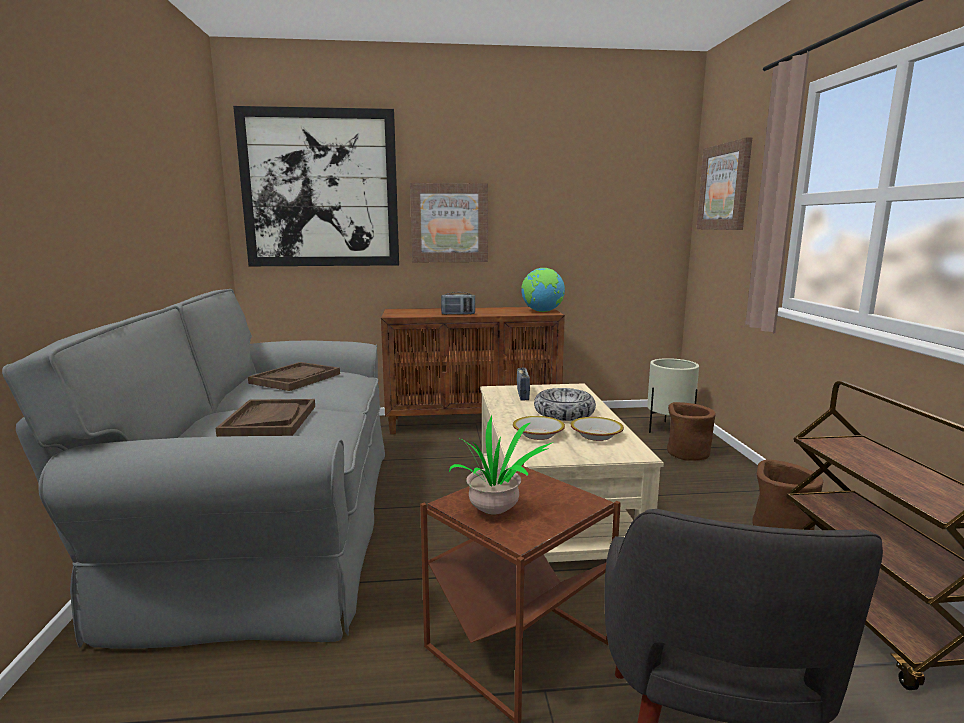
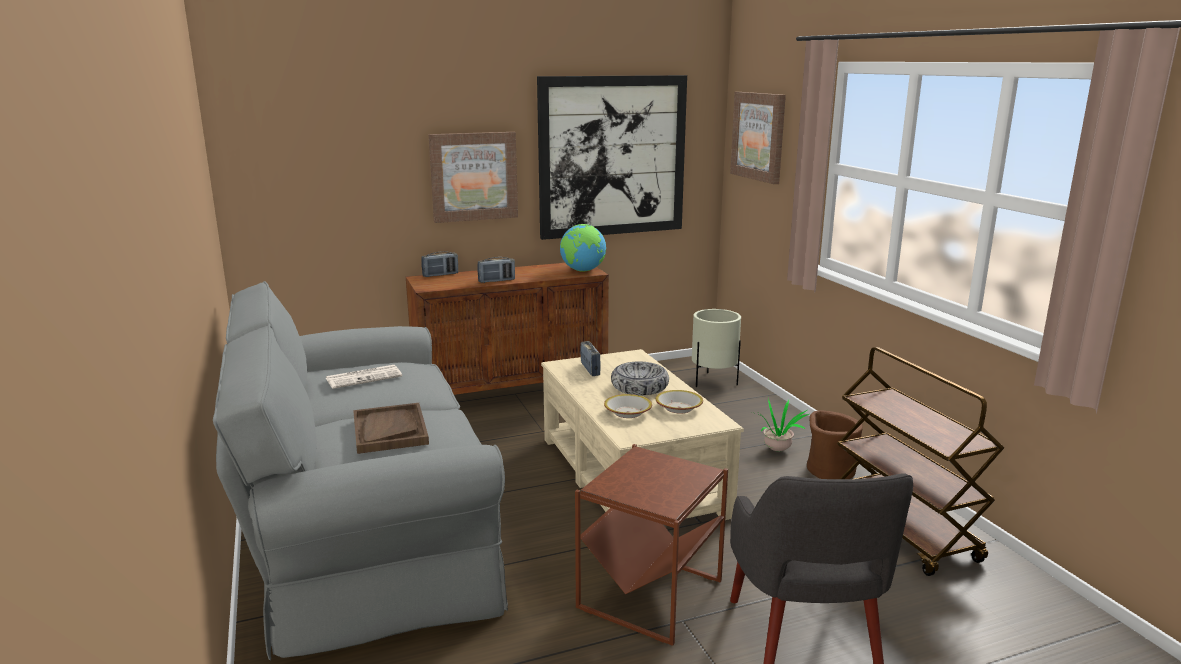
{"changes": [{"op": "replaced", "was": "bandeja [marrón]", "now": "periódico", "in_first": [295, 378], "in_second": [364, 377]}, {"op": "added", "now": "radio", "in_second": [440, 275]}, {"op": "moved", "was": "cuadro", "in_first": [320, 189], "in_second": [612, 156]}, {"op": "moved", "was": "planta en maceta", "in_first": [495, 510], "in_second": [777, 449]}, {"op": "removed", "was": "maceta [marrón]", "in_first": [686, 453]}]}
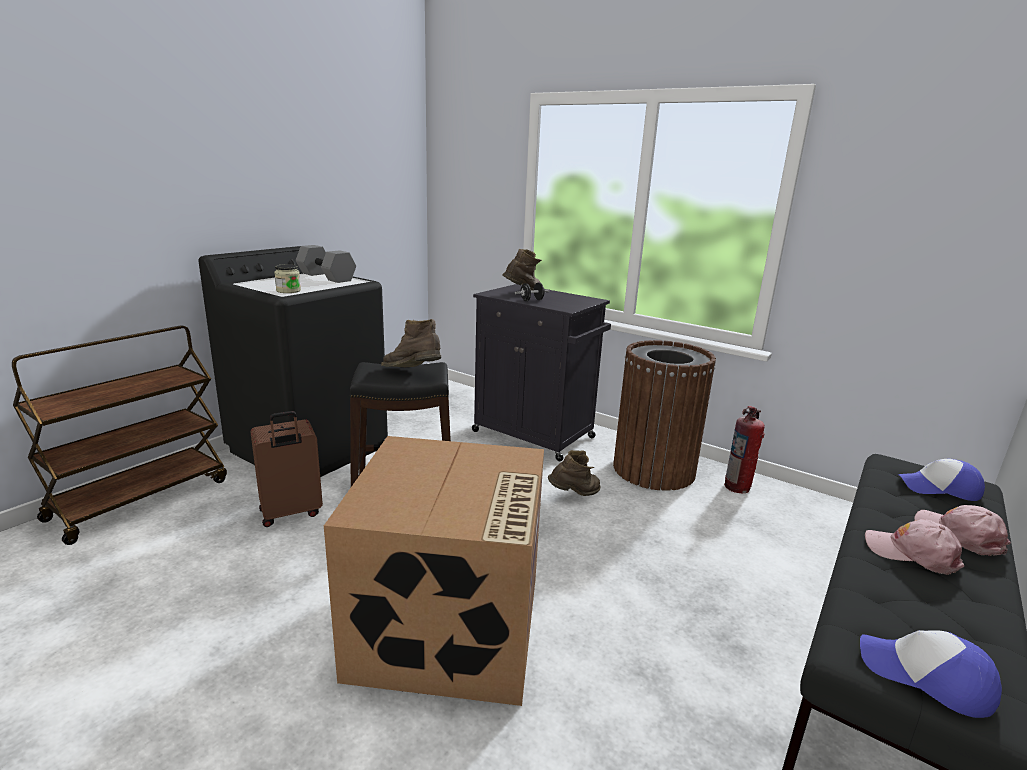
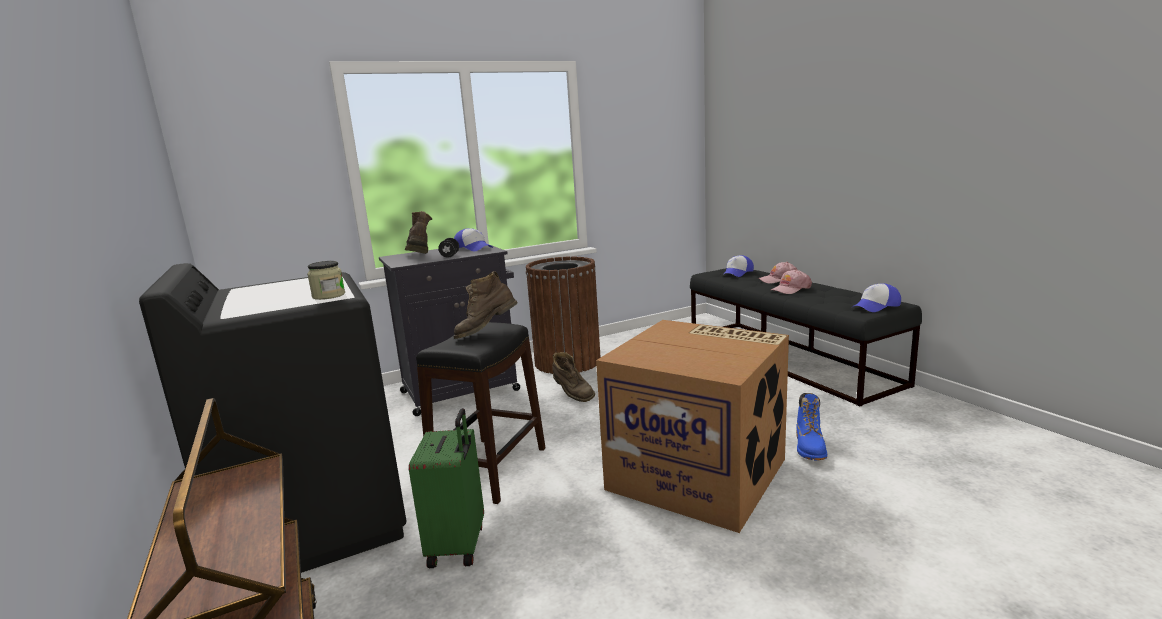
{"changes": [{"op": "recoloured", "was": "maleta [marrón]", "now": "maleta [verde]", "in_first": [291, 513], "in_second": [459, 545]}, {"op": "added", "now": "gorra", "in_second": [473, 248]}, {"op": "turned", "was": "bota [marrón]", "in_first": [575, 494], "in_second": [572, 395], "clockwise": 135}, {"op": "added", "now": "bota [azul]", "in_second": [810, 447]}, {"op": "removed", "was": "mancuerna [gris]", "in_first": [325, 277]}, {"op": "removed", "was": "extintor", "in_first": [738, 487]}]}
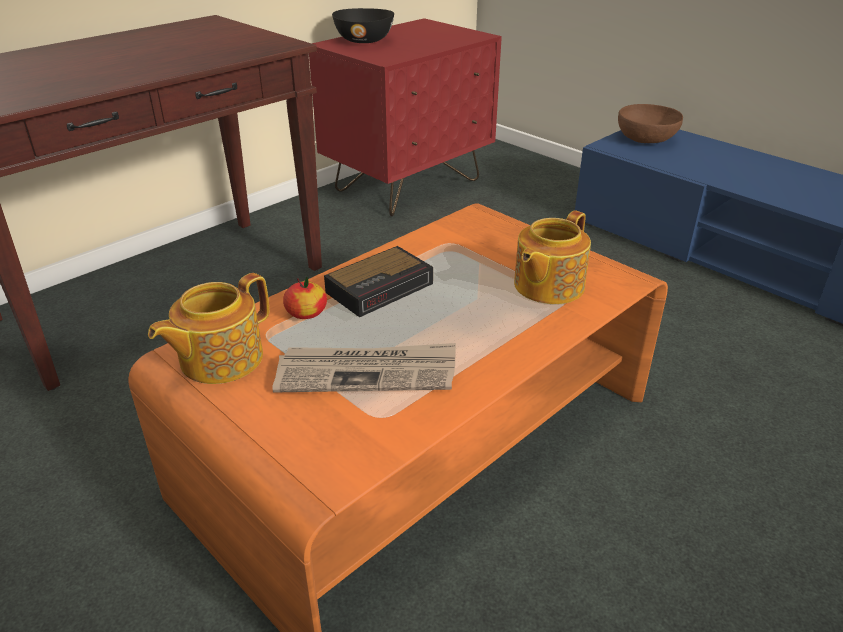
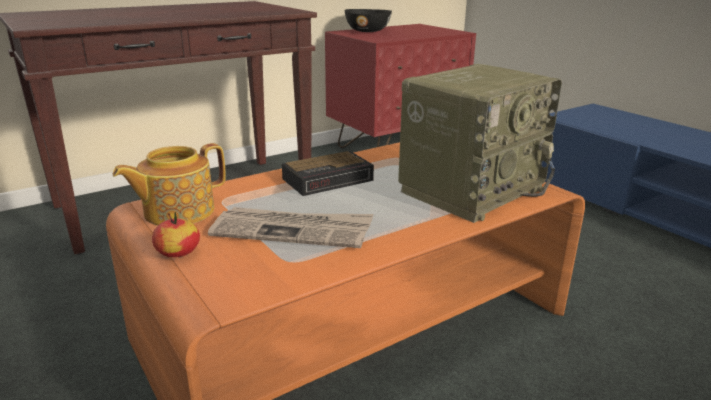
{"changes": [{"op": "moved", "was": "manzana", "in_first": [306, 313], "in_second": [178, 252]}, {"op": "replaced", "was": "tetera", "now": "radio", "in_first": [547, 286], "in_second": [471, 189]}, {"op": "removed", "was": "cuenco [marrón]", "in_first": [646, 139]}]}
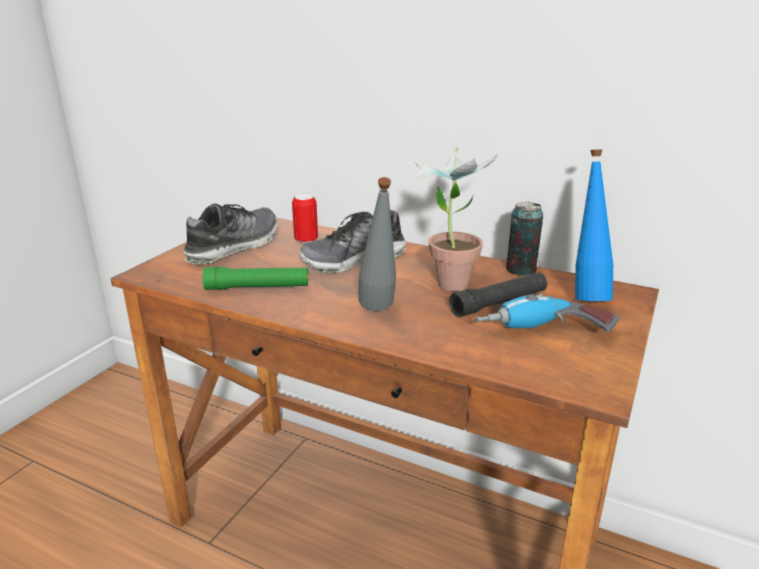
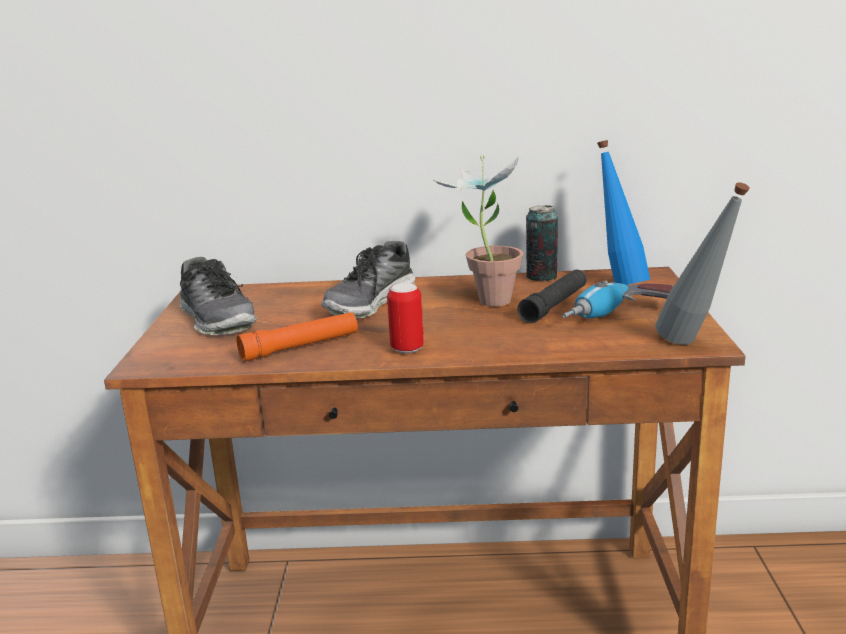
{"changes": [{"op": "turned", "was": "zapato", "in_first": [234, 247], "in_second": [218, 319], "clockwise": 135}, {"op": "recoloured", "was": "linterna [verde]", "now": "linterna [naranja]", "in_first": [258, 287], "in_second": [300, 347]}, {"op": "moved", "was": "lata", "in_first": [306, 240], "in_second": [407, 349]}, {"op": "moved", "was": "botella [gris]", "in_first": [379, 313], "in_second": [694, 345]}]}
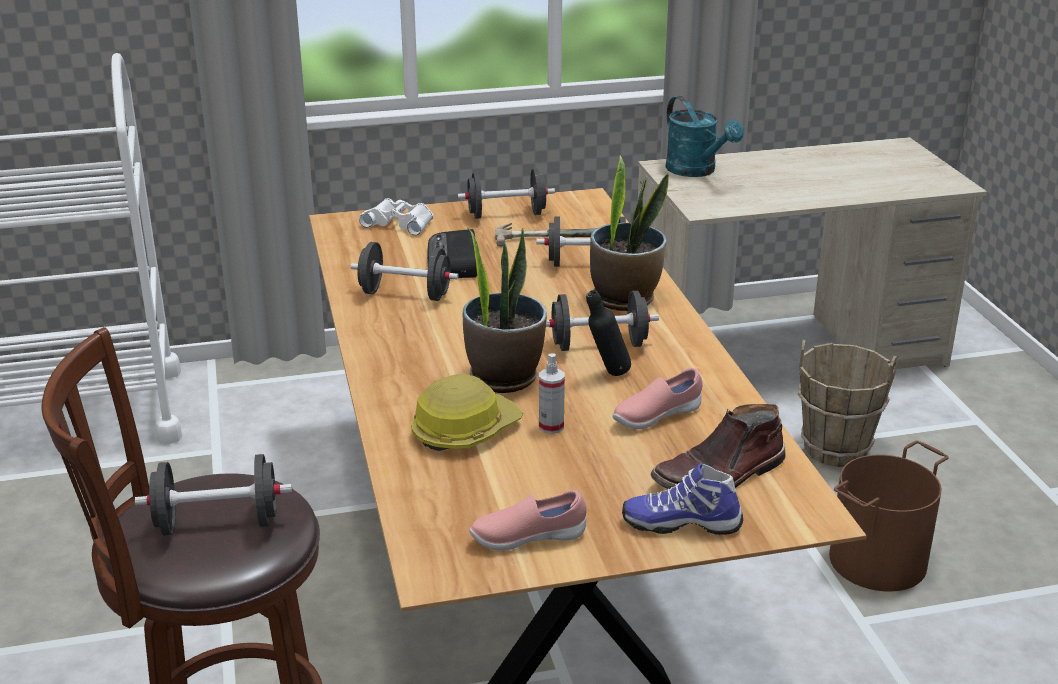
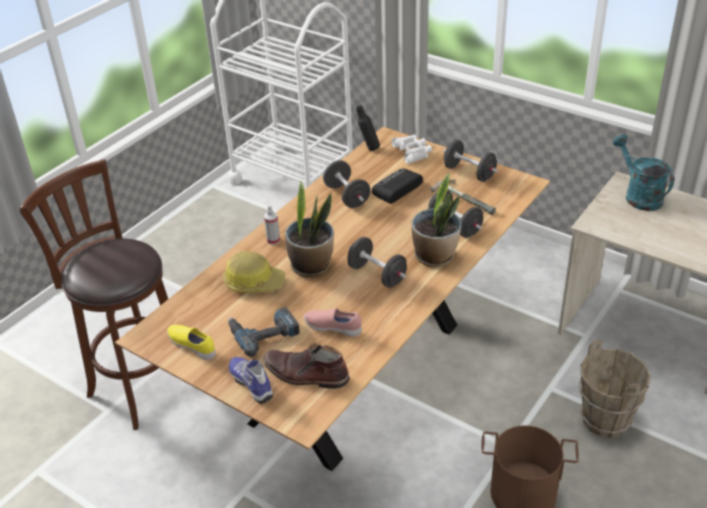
{"changes": [{"op": "recoloured", "was": "zapato [rosa]", "now": "zapato [amarillo]", "in_first": [527, 538], "in_second": [193, 346]}, {"op": "added", "now": "taladro", "in_second": [263, 332]}, {"op": "moved", "was": "pulverizador", "in_first": [551, 426], "in_second": [273, 240]}, {"op": "moved", "was": "botella [negro]", "in_first": [607, 375], "in_second": [368, 148]}, {"op": "turned", "was": "regadera [turquesa]", "in_first": [697, 171], "in_second": [638, 195], "clockwise": 135}, {"op": "removed", "was": "mancuerna [negro]", "in_first": [218, 523]}]}
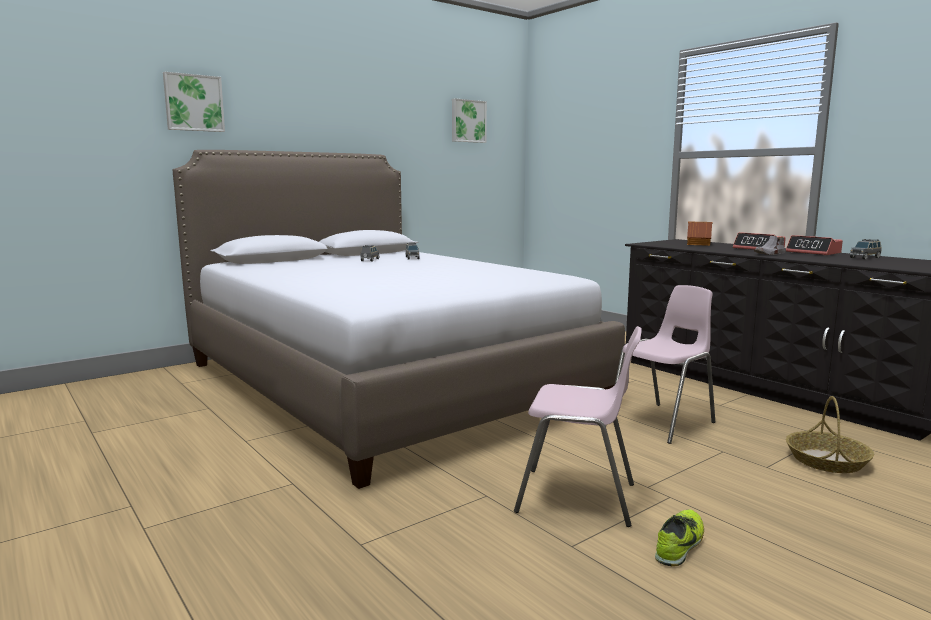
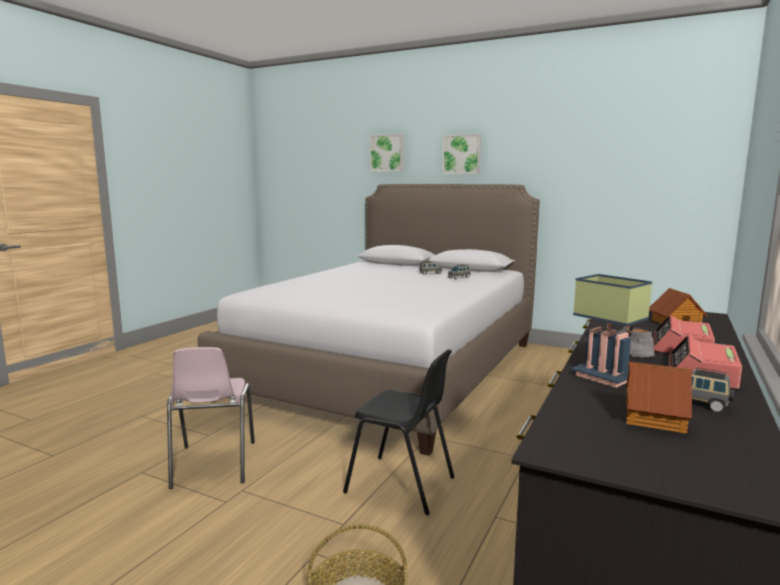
{"changes": [{"op": "recoloured", "was": "silla [rosa]", "now": "silla [negro]", "in_first": [663, 422], "in_second": [401, 485]}, {"op": "moved", "was": "cuadro", "in_first": [467, 121], "in_second": [462, 154]}, {"op": "added", "now": "lámpara de mesa", "in_second": [601, 377]}, {"op": "added", "now": "casita", "in_second": [653, 417]}, {"op": "removed", "was": "zapato", "in_first": [680, 544]}]}
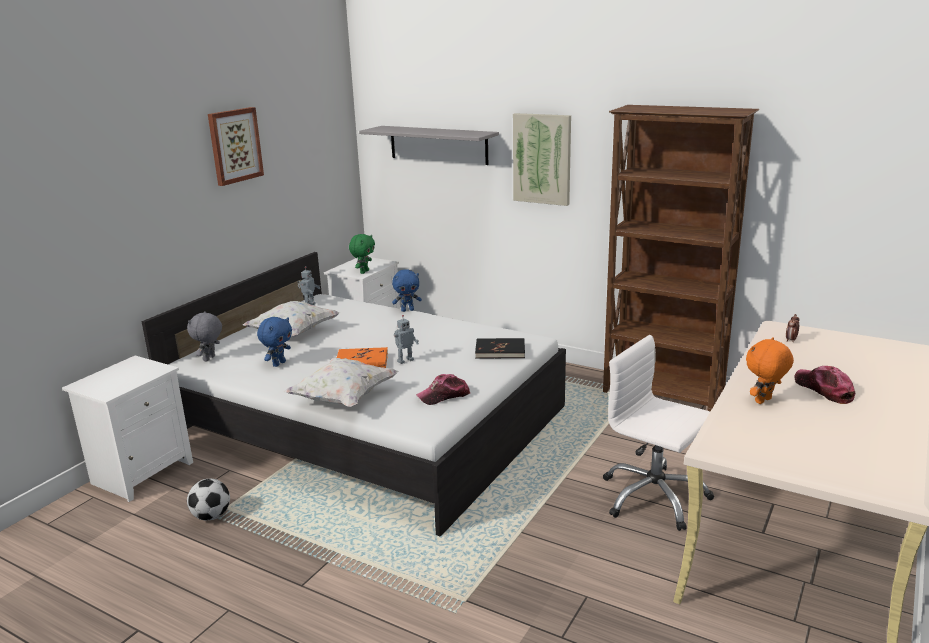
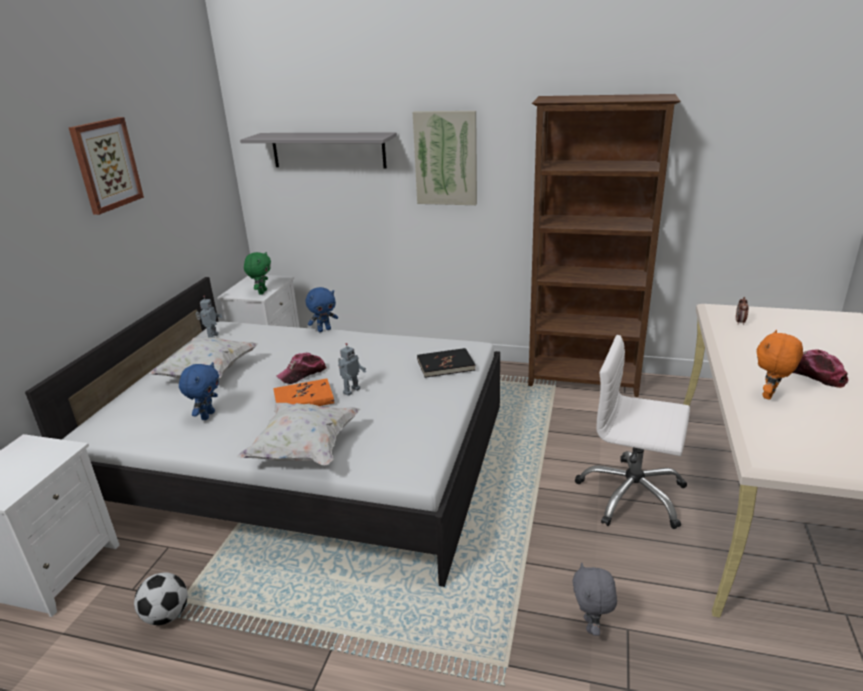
{"changes": [{"op": "moved", "was": "gorra", "in_first": [444, 396], "in_second": [302, 373]}, {"op": "moved", "was": "peluche [gris]", "in_first": [210, 359], "in_second": [591, 625]}]}
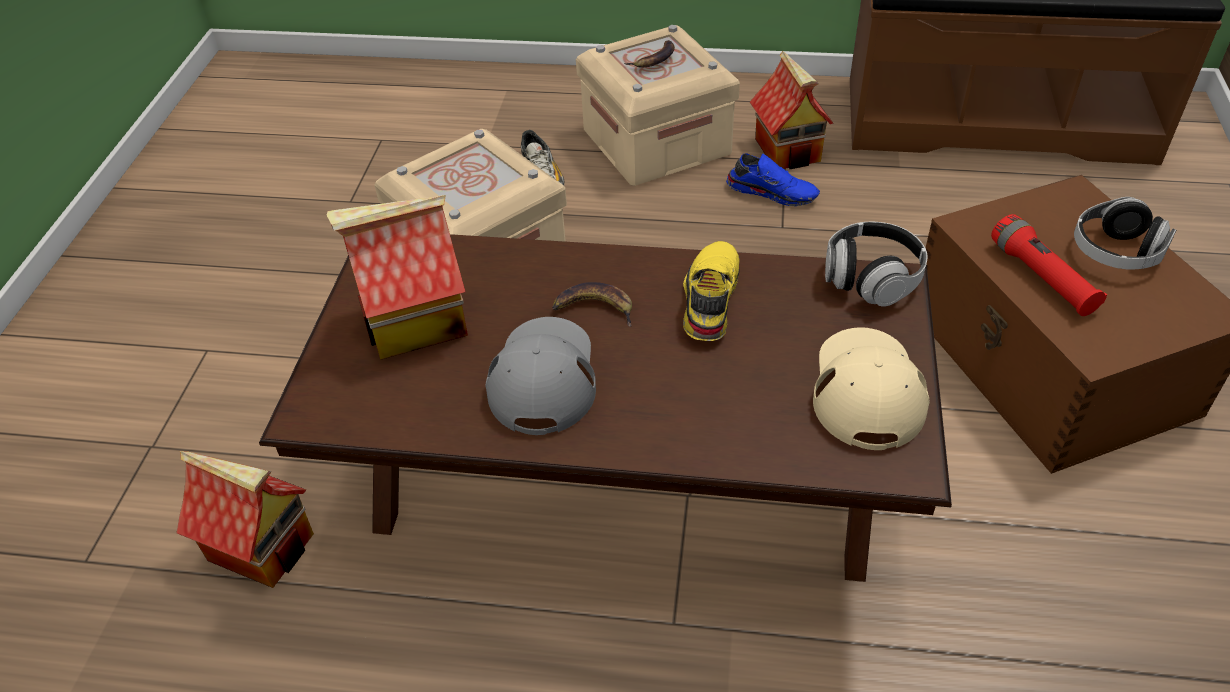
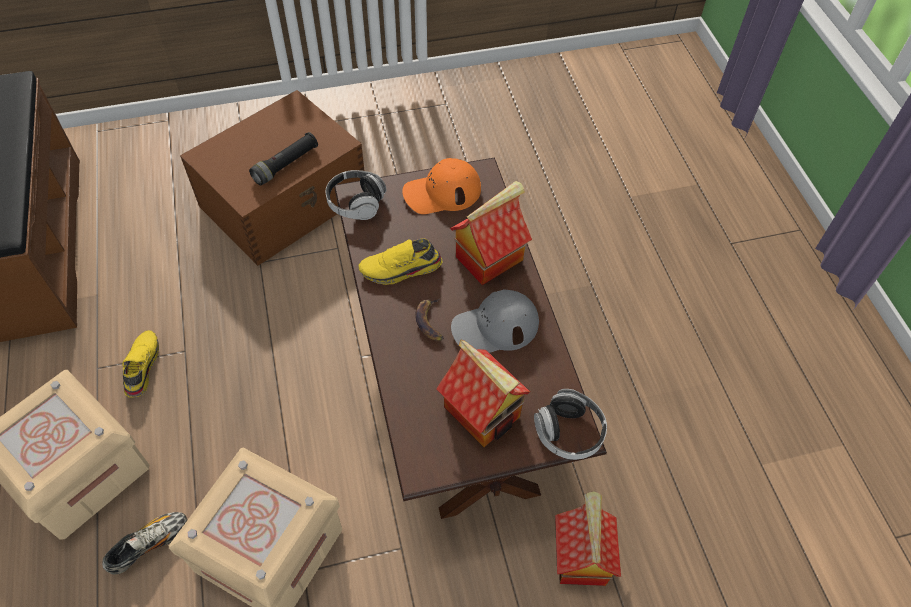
{"changes": [{"op": "recoloured", "was": "zapato [azul]", "now": "zapato [amarillo]", "in_first": [772, 191], "in_second": [141, 367]}, {"op": "recoloured", "was": "linterna [rojo]", "now": "linterna [negro]", "in_first": [1042, 278], "in_second": [286, 165]}, {"op": "recoloured", "was": "gorra [beis]", "now": "gorra [naranja]", "in_first": [867, 390], "in_second": [442, 192]}, {"op": "moved", "was": "casita", "in_first": [789, 150], "in_second": [489, 257]}, {"op": "moved", "was": "auriculares", "in_first": [1115, 253], "in_second": [569, 433]}, {"op": "removed", "was": "plátano", "in_first": [654, 59]}]}
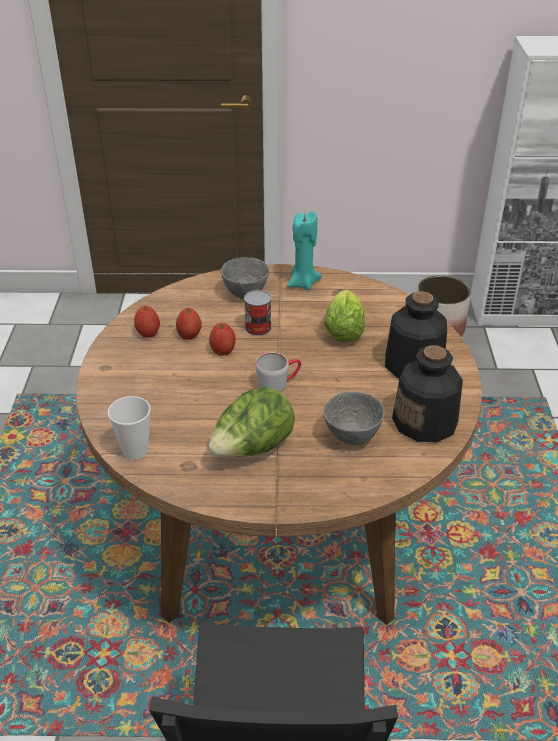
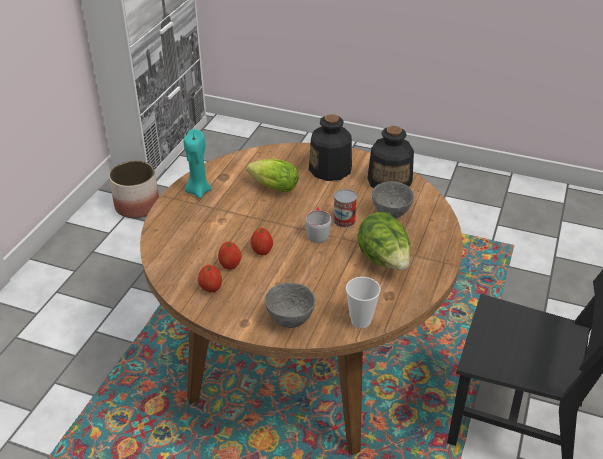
{"changes": [{"op": "moved", "was": "cuenco [gris]", "in_first": [244, 294], "in_second": [290, 321]}, {"op": "moved", "was": "lata", "in_first": [258, 328], "in_second": [344, 220]}]}
